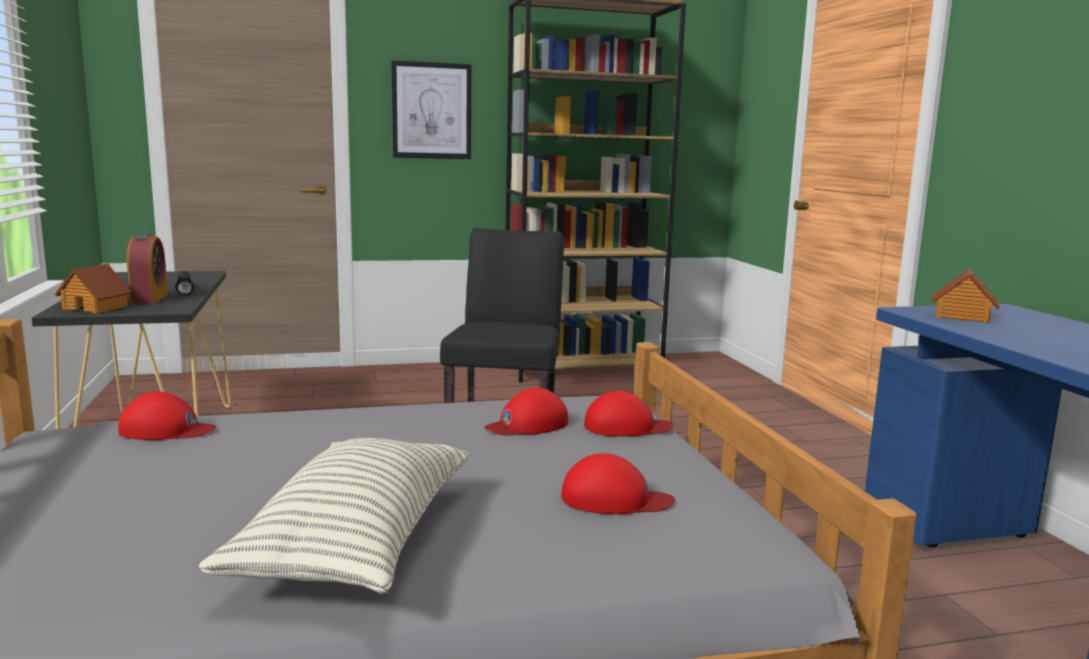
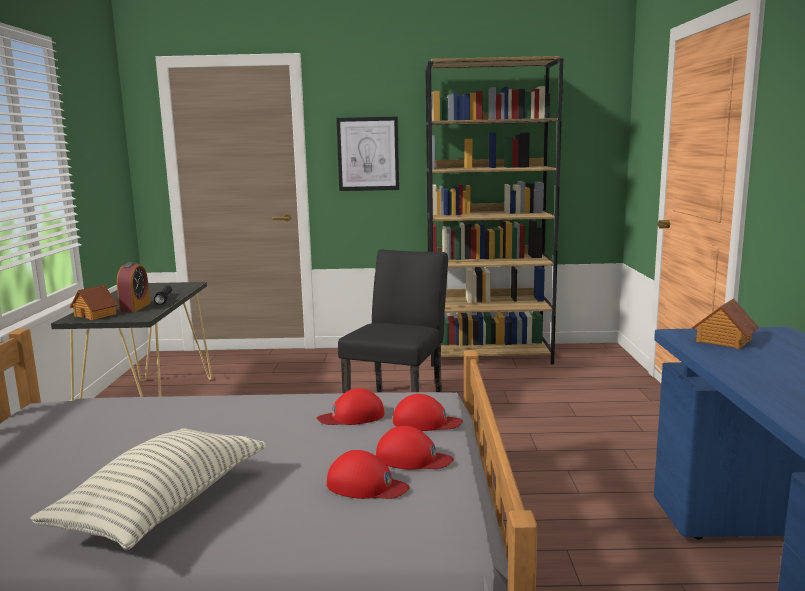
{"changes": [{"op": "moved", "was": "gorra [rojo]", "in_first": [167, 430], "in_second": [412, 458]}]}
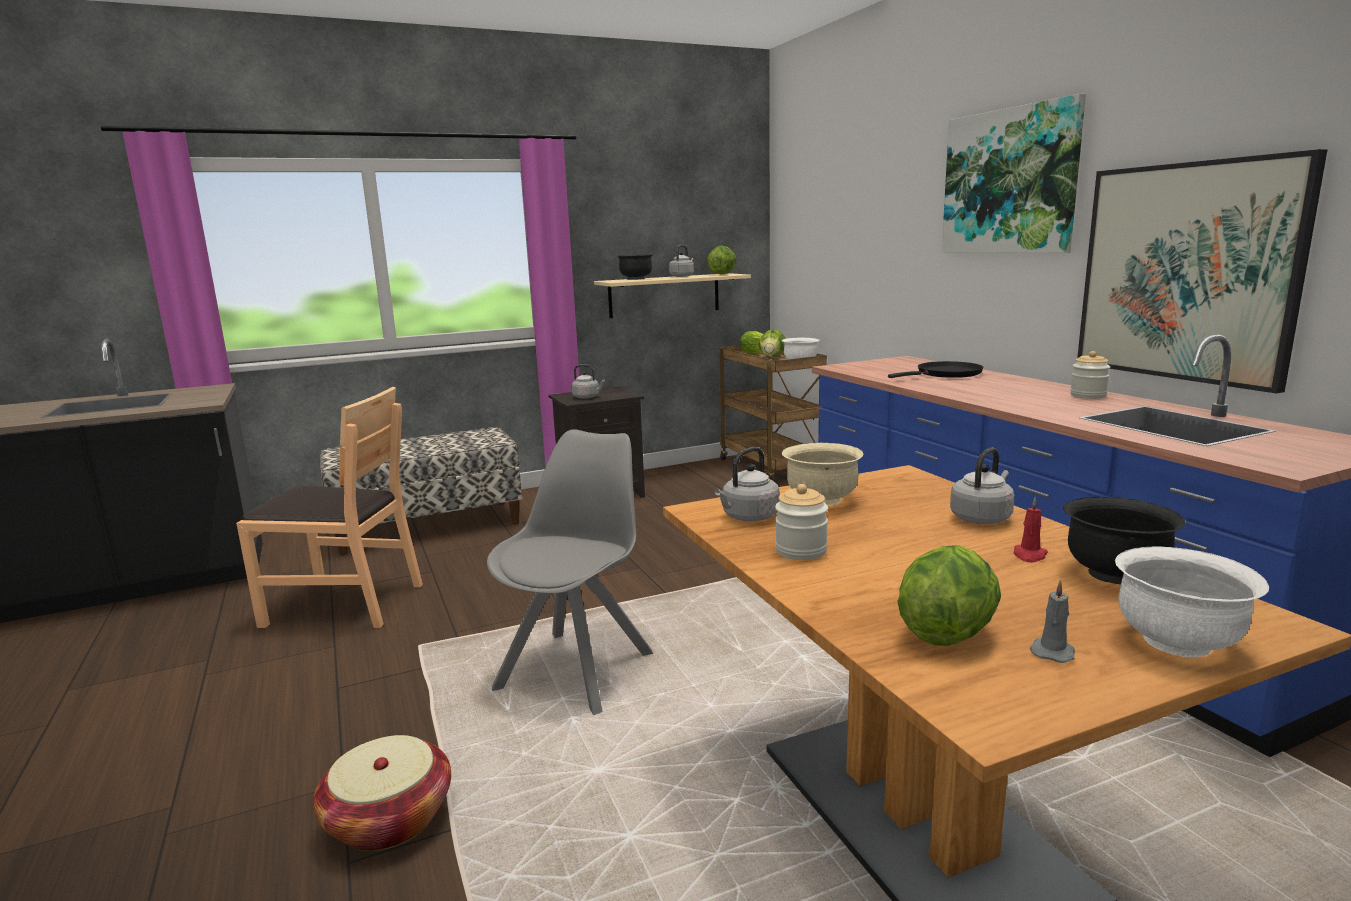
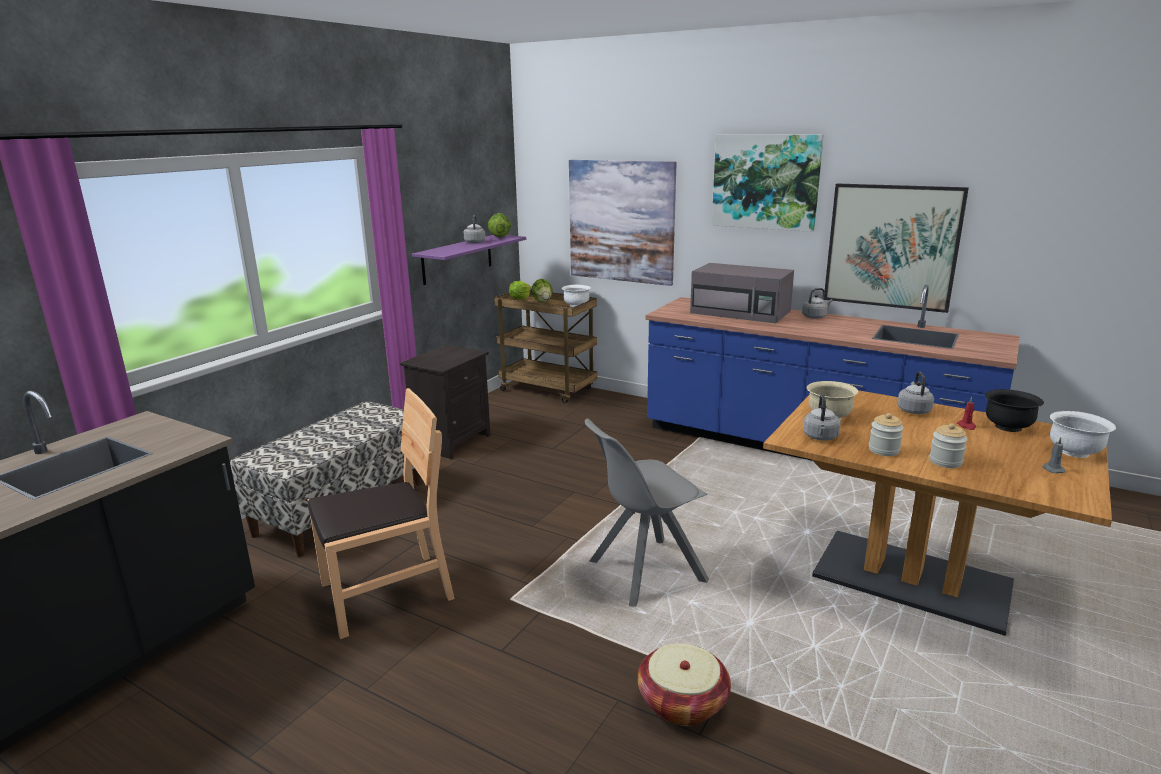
{"changes": [{"op": "recoloured", "was": "estante [beis]", "now": "estante [morado]", "in_first": [664, 295], "in_second": [457, 259]}, {"op": "added", "now": "cuadro", "in_second": [621, 221]}, {"op": "turned", "was": "silla [gris]", "in_first": [578, 668], "in_second": [644, 571], "clockwise": -105}, {"op": "replaced", "was": "sartén [negro]", "now": "microondas [gris]", "in_first": [946, 374], "in_second": [741, 312]}, {"op": "moved", "was": "hervidor [gris]", "in_first": [587, 397], "in_second": [815, 317]}, {"op": "moved", "was": "tarro", "in_first": [1088, 395], "in_second": [945, 462]}, {"op": "removed", "was": "cuenco [negro]", "in_first": [636, 279]}, {"op": "removed", "was": "lechuga", "in_first": [947, 633]}]}
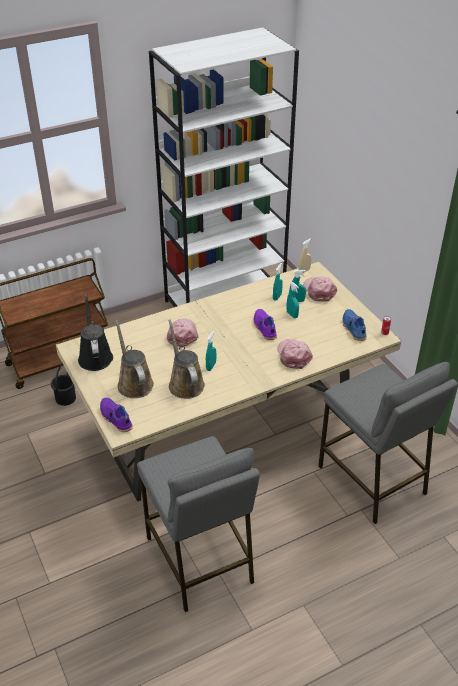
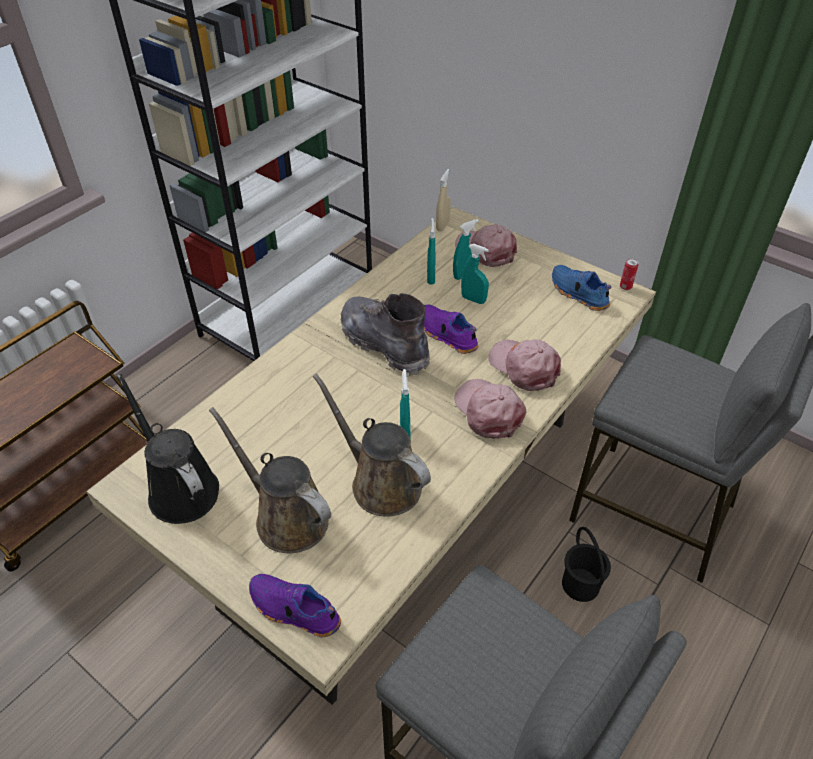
{"changes": [{"op": "added", "now": "bota [gris]", "in_second": [384, 344]}, {"op": "moved", "was": "gorra [rosa]", "in_first": [182, 334], "in_second": [488, 411]}, {"op": "moved", "was": "cubo [negro]", "in_first": [65, 398], "in_second": [580, 585]}]}
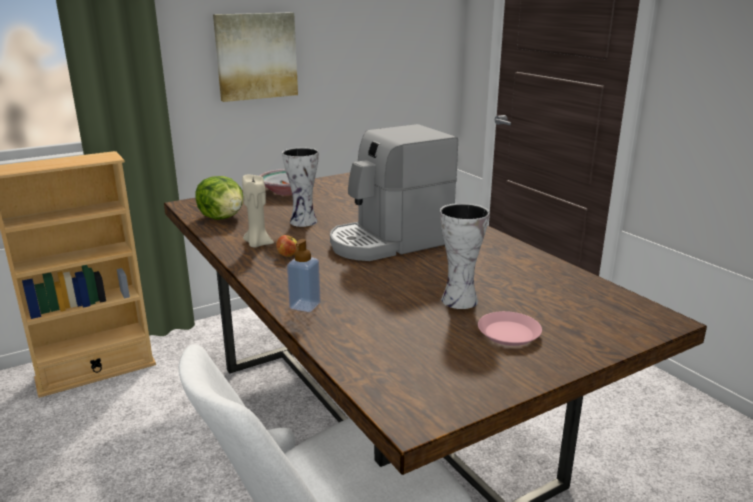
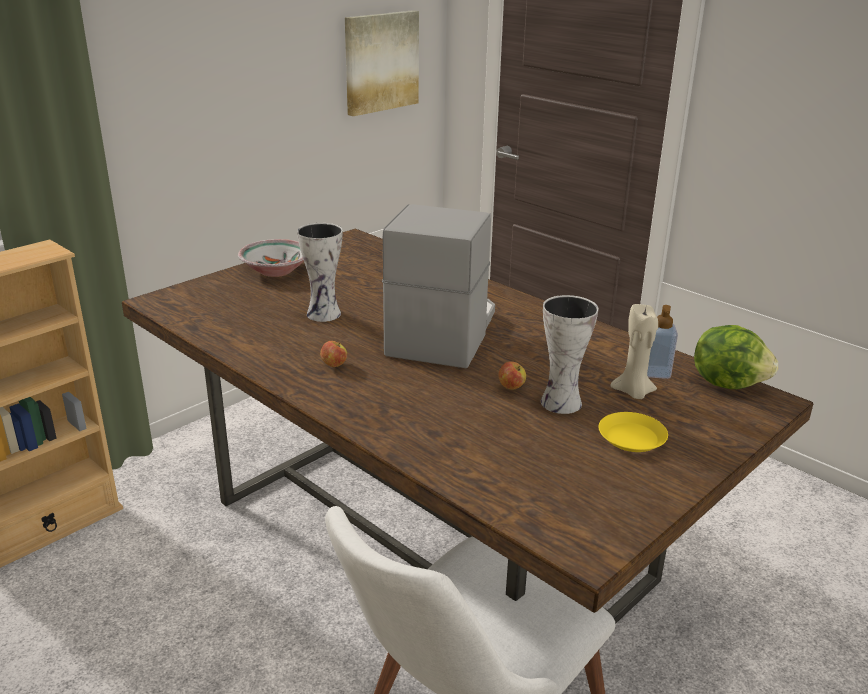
{"changes": [{"op": "moved", "was": "cuadro", "in_first": [256, 56], "in_second": [380, 62]}, {"op": "turned", "was": "cafetera", "in_first": [389, 242], "in_second": [442, 333], "clockwise": 150}, {"op": "added", "now": "manzana", "in_second": [511, 387]}, {"op": "recoloured", "was": "plato [rosa]", "now": "plato [amarillo]", "in_first": [508, 333], "in_second": [631, 437]}, {"op": "moved", "was": "vela [beis]", "in_first": [257, 244], "in_second": [633, 392]}, {"op": "moved", "was": "dispensador de jabón", "in_first": [305, 306], "in_second": [656, 372]}, {"op": "moved", "was": "lechuga", "in_first": [223, 217], "in_second": [728, 383]}]}
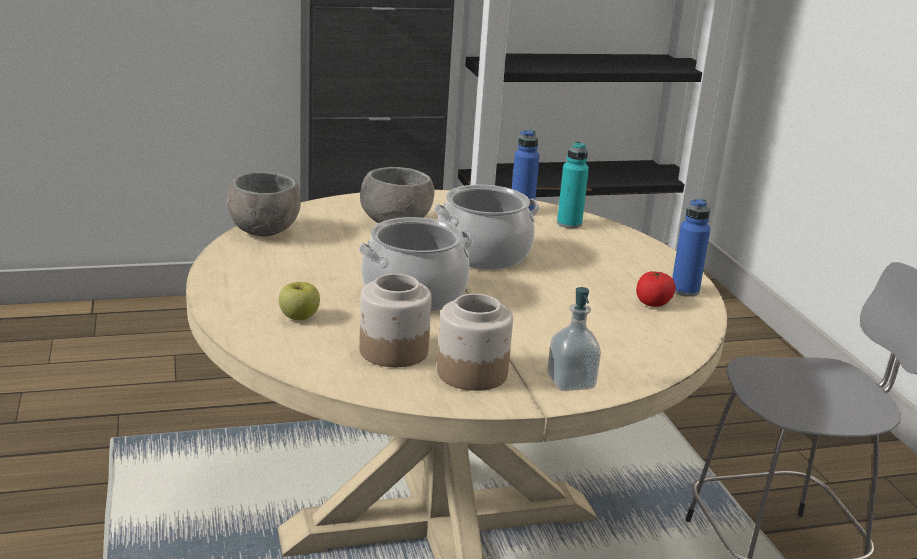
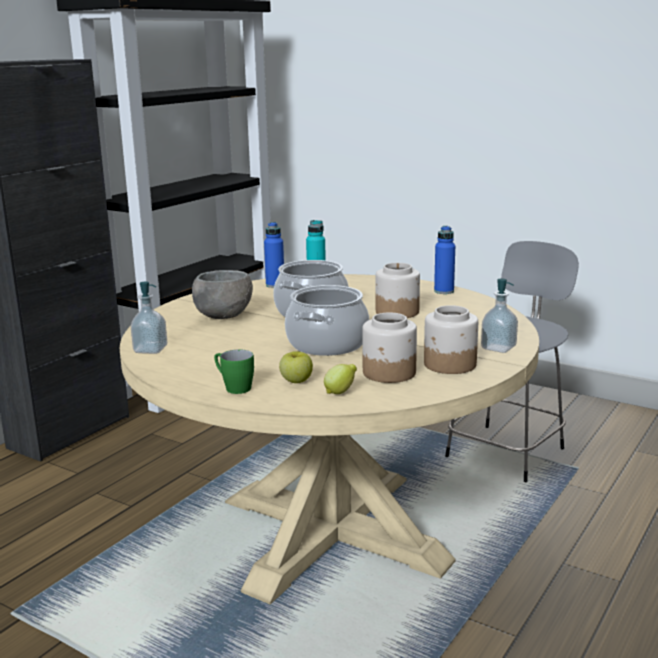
{"changes": [{"op": "replaced", "was": "cuenco [gris]", "now": "dispensador de jabón", "in_first": [264, 231], "in_second": [150, 350]}, {"op": "added", "now": "taza grande [verde]", "in_second": [233, 387]}, {"op": "added", "now": "limón", "in_second": [340, 392]}, {"op": "added", "now": "tarro", "in_second": [397, 312]}, {"op": "removed", "was": "tomate", "in_first": [653, 303]}]}
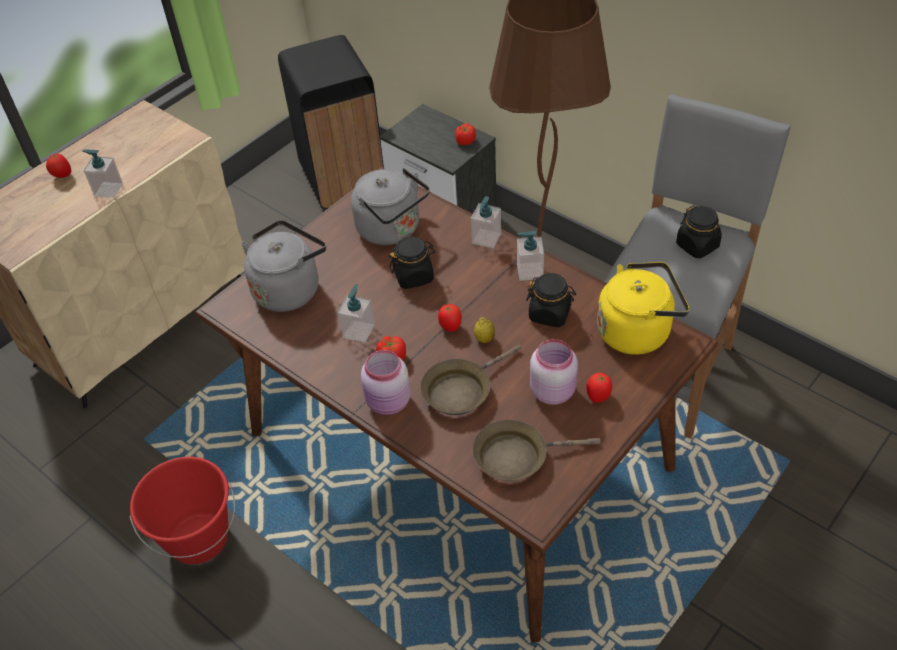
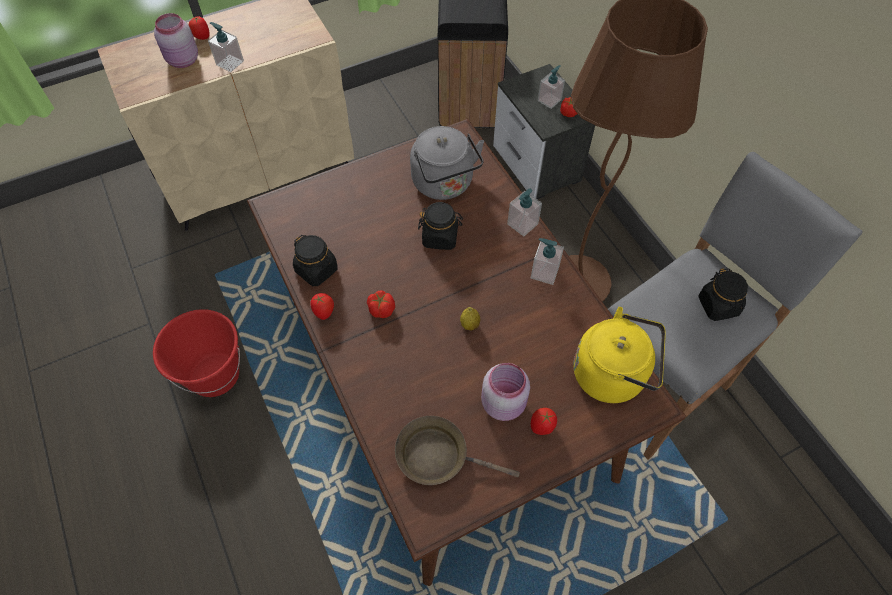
{"changes": [{"op": "moved", "was": "tarro [rosa]", "in_first": [388, 403], "in_second": [183, 61]}, {"op": "moved", "was": "tarro [negro]", "in_first": [550, 313], "in_second": [317, 270]}, {"op": "moved", "was": "tomate", "in_first": [450, 326], "in_second": [324, 312]}, {"op": "moved", "was": "dispensador de jabón", "in_first": [358, 331], "in_second": [549, 100]}, {"op": "removed", "was": "hervidor [gris]", "in_first": [289, 288]}, {"op": "removed", "was": "sartén [marrón]", "in_first": [461, 390]}]}
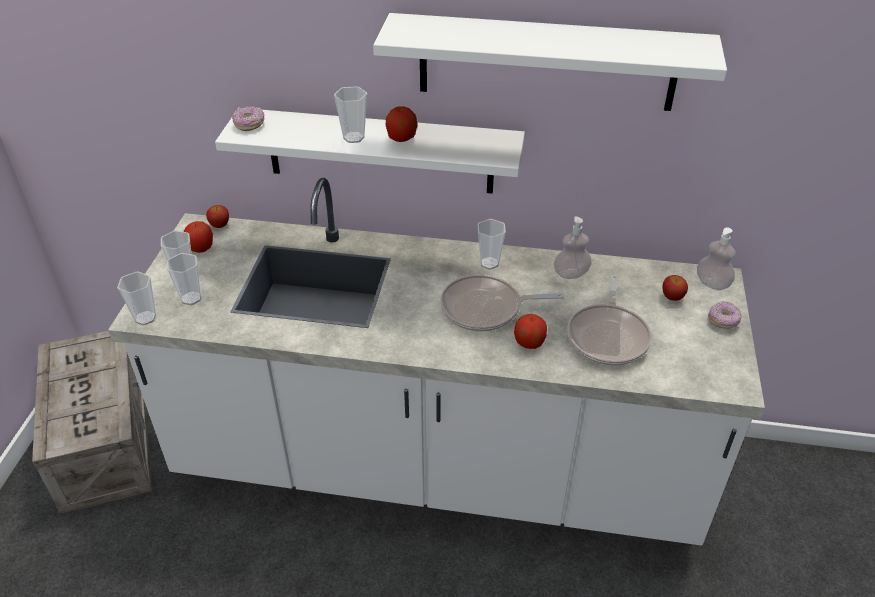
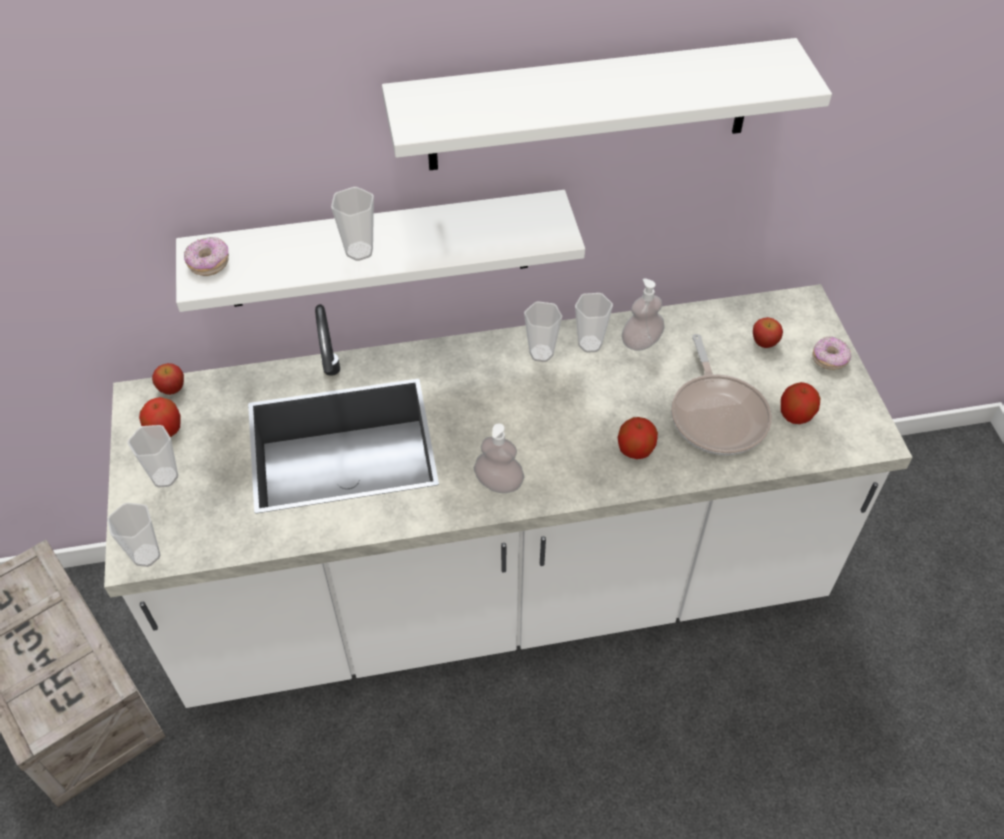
{"changes": [{"op": "moved", "was": "dispensador de jabón", "in_first": [712, 283], "in_second": [498, 483]}, {"op": "moved", "was": "taza", "in_first": [191, 298], "in_second": [590, 344]}, {"op": "moved", "was": "manzana", "in_first": [401, 138], "in_second": [795, 415]}, {"op": "removed", "was": "sartén", "in_first": [486, 309]}]}
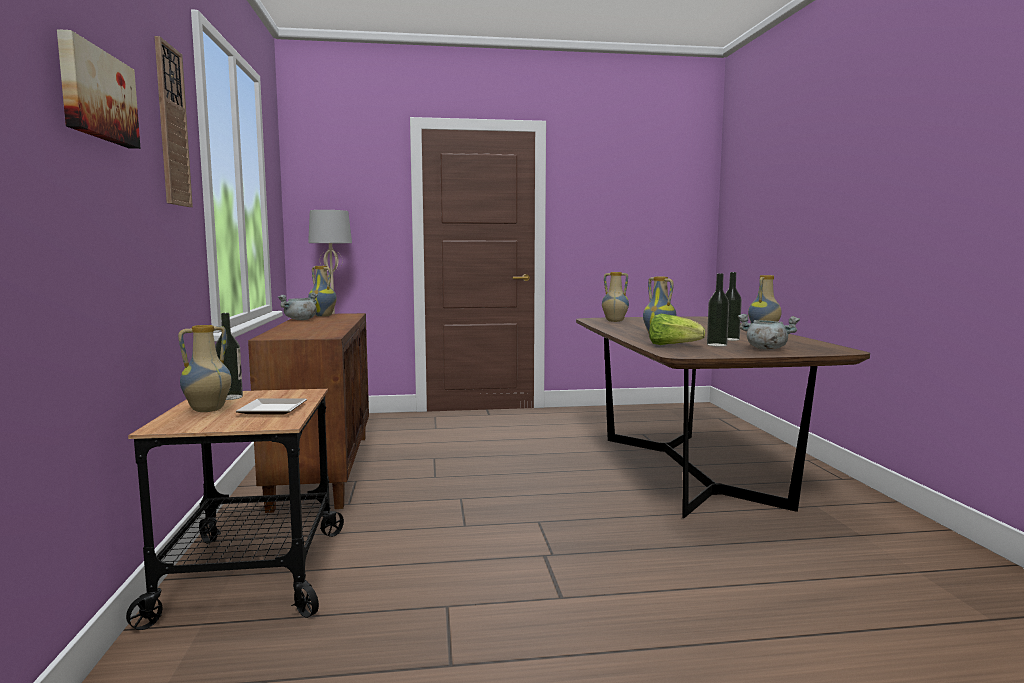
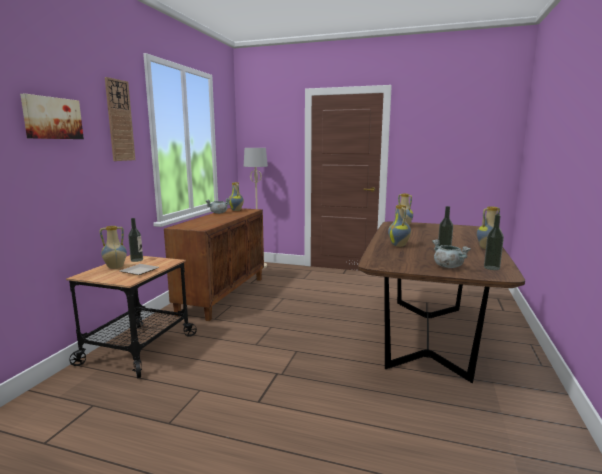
{"changes": [{"op": "moved", "was": "botella", "in_first": [716, 345], "in_second": [491, 268]}, {"op": "removed", "was": "lechuga", "in_first": [672, 345]}]}
